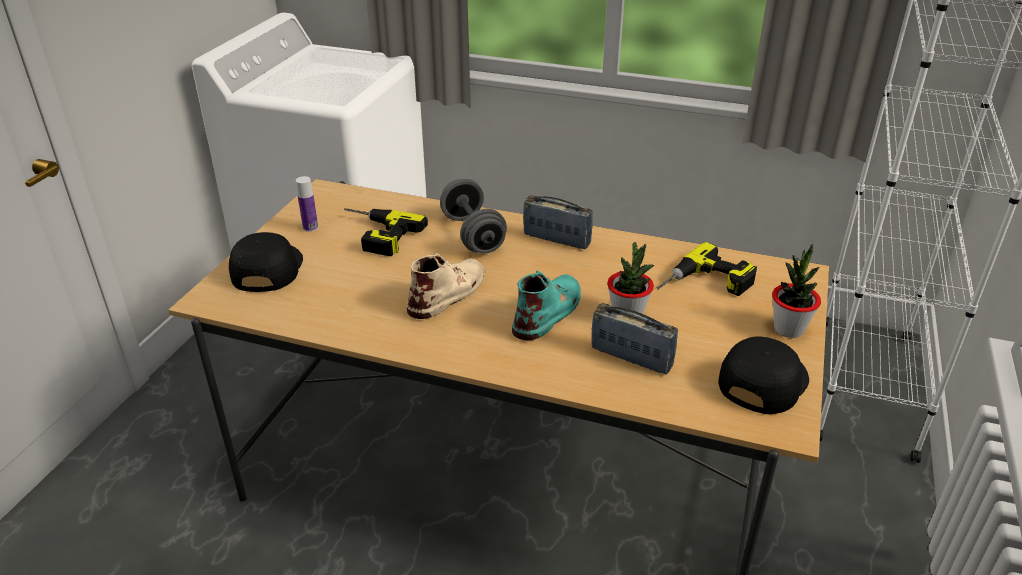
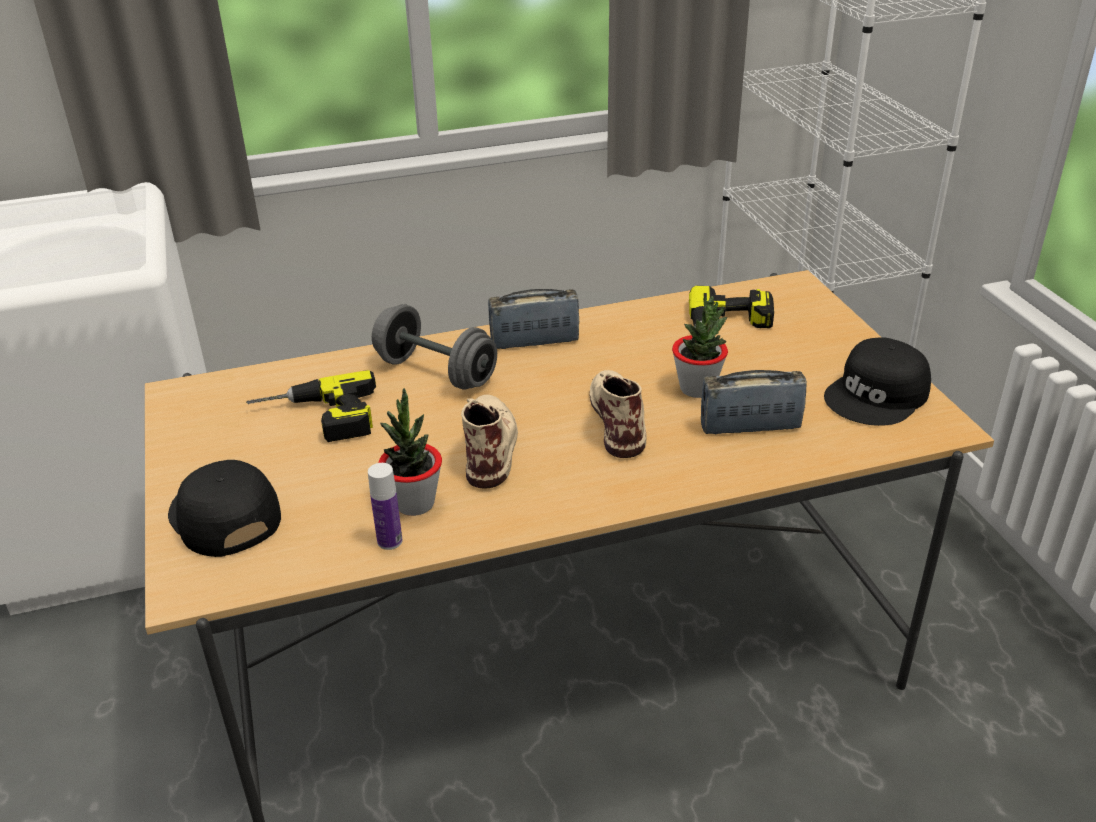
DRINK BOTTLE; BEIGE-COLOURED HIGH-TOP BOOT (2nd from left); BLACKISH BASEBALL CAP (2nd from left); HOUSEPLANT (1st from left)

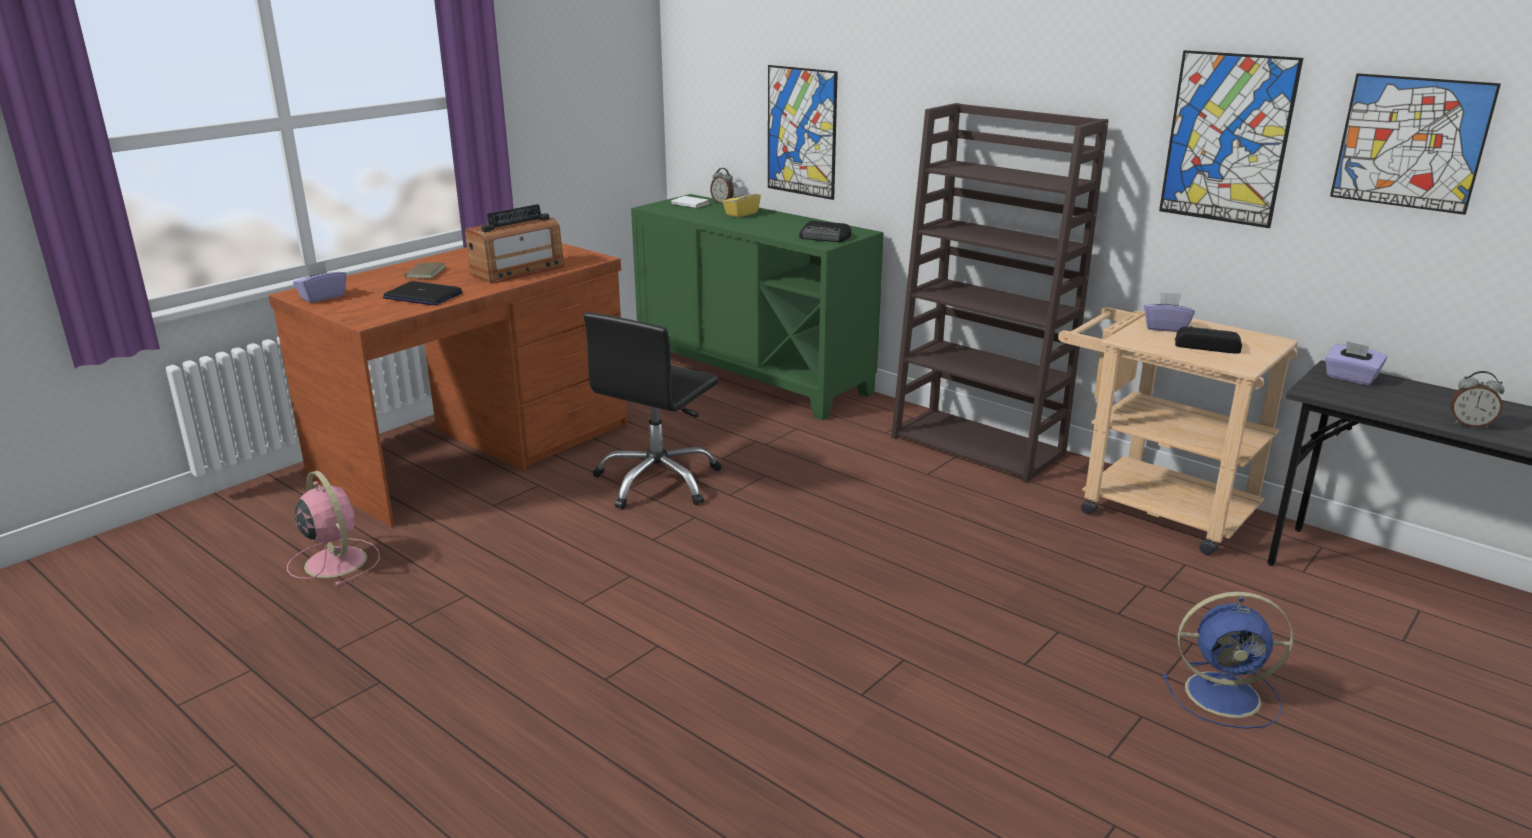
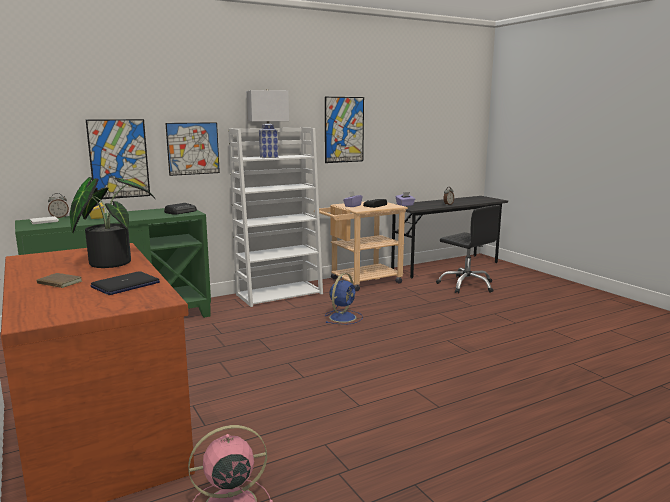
PURPLE-COLOURED BOX OF TISSUES (1st from left in the first image); HOUSEPLANT; BLACKISH OFFICE CHAIR; WHITE-COLOURED BOOKCASE; BLUE-COLOURED ELECTRIC FAN; PICTURE (2nd from left); WHITE-COLOURED TABLETOP LAMP

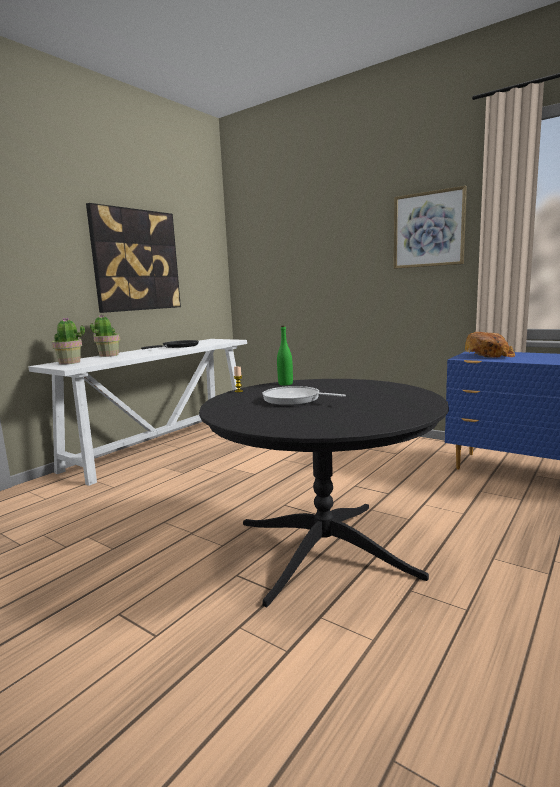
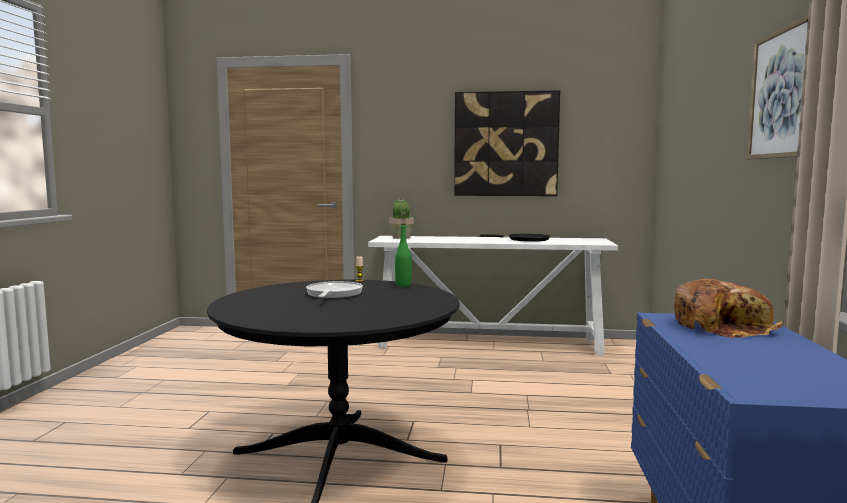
HOUSEPLANT (2nd from left in the first image)

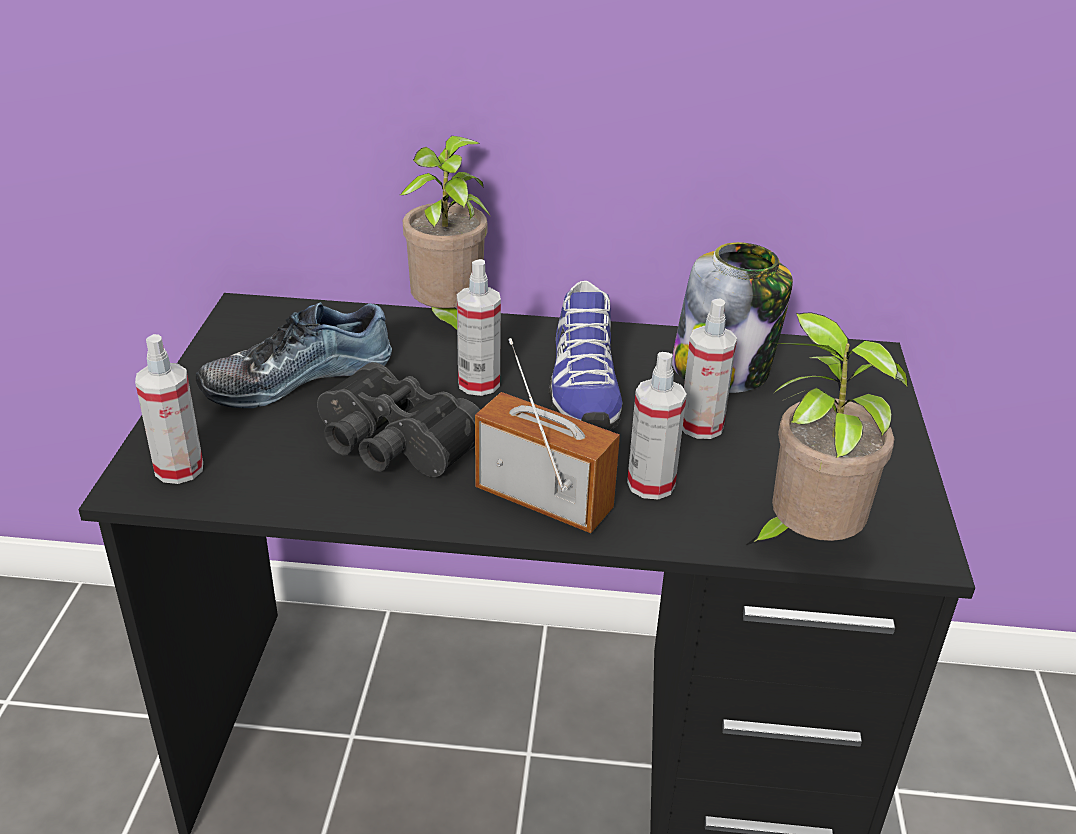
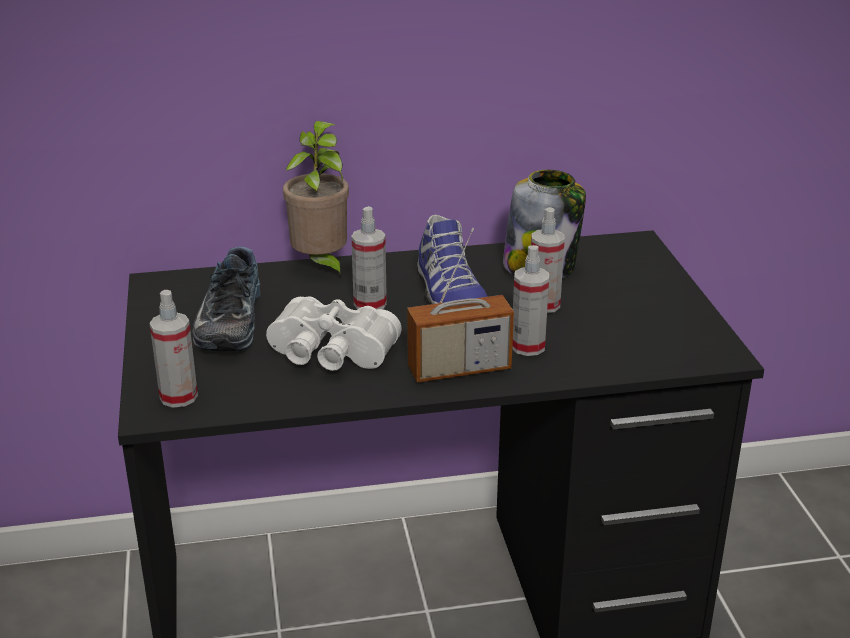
ITEM OF FOOTWEAR (1st from left); WHITE-COLOURED PAIR OF BINOCULARS; RADIO SET; HOUSEPLANT (2nd from left in the first image)

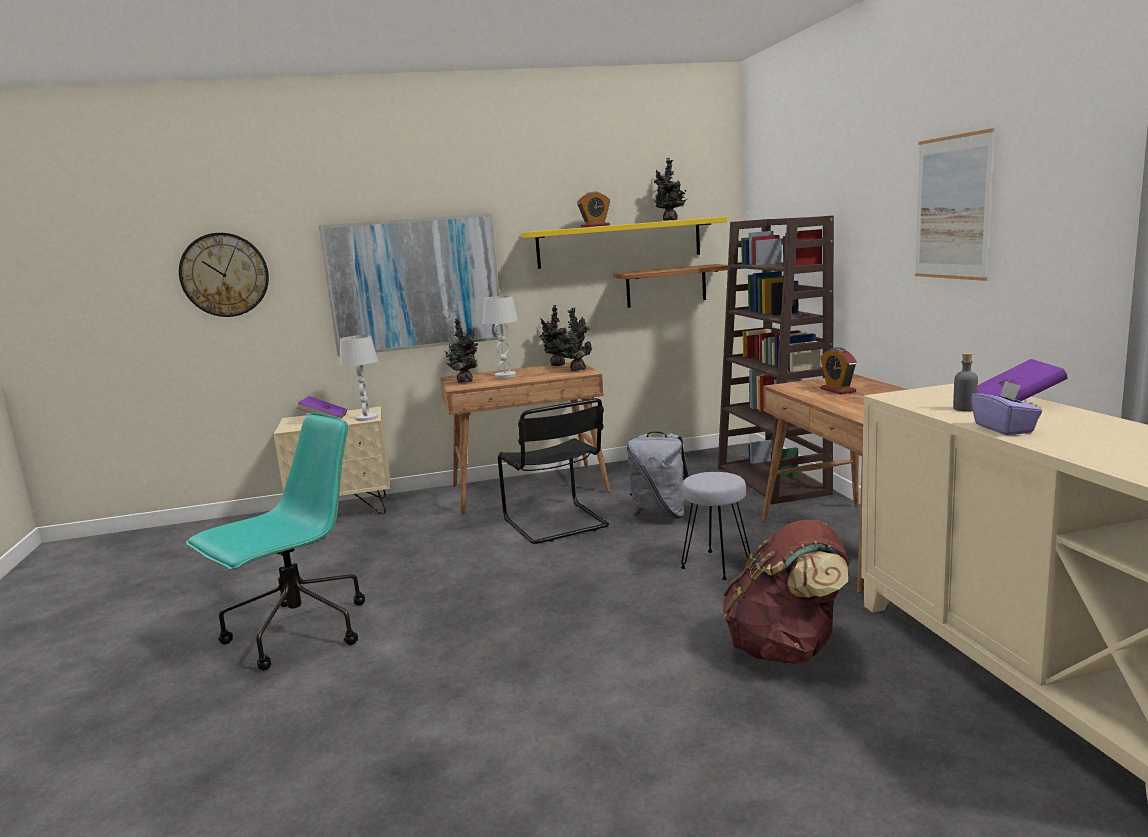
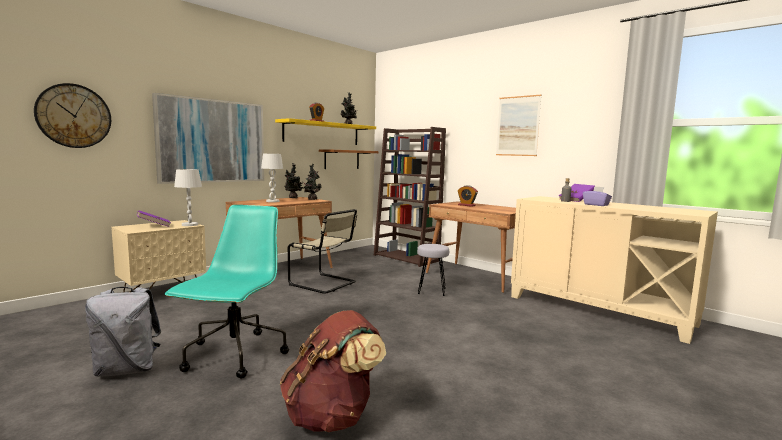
HOUSEPLANT (1st from left in the first image); BEIGE-COLOURED UPRIGHT CHAIR; GRAY KNAPSACK; BROWN KNAPSACK

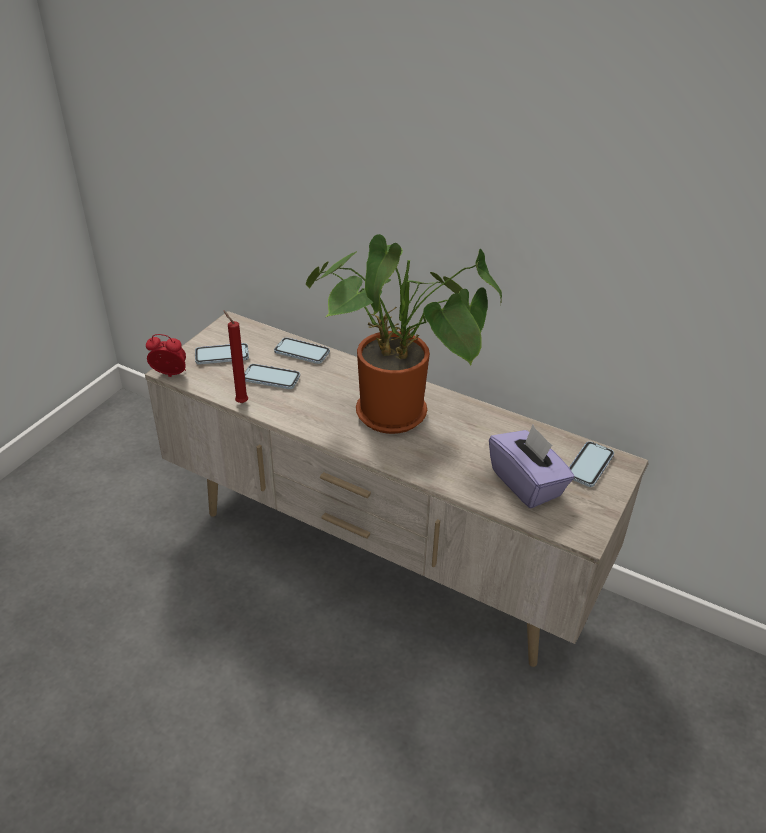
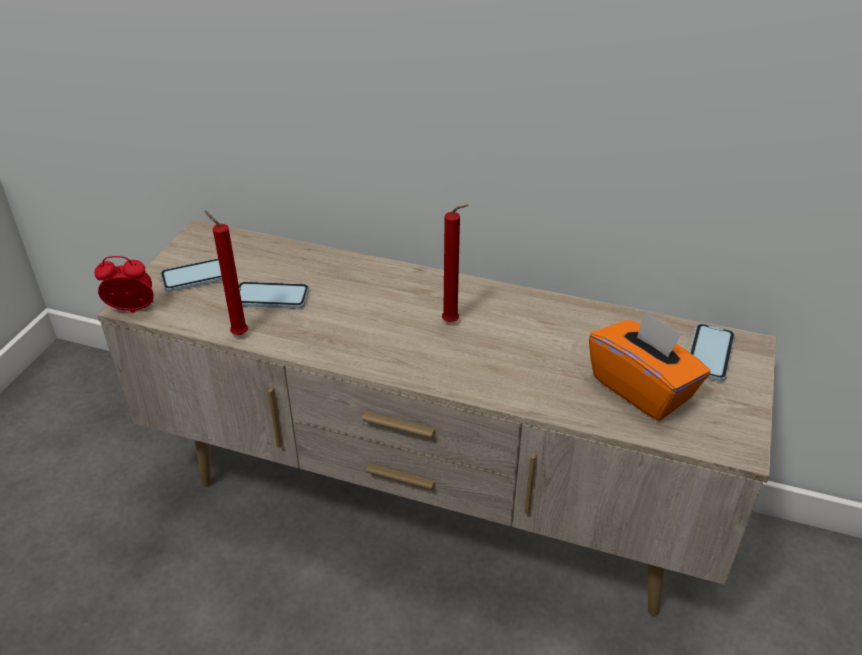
TELEPHONE (3rd from left in the first image); RED WAX LIGHT (2nd from left); ORANGEY BOX OF TISSUES

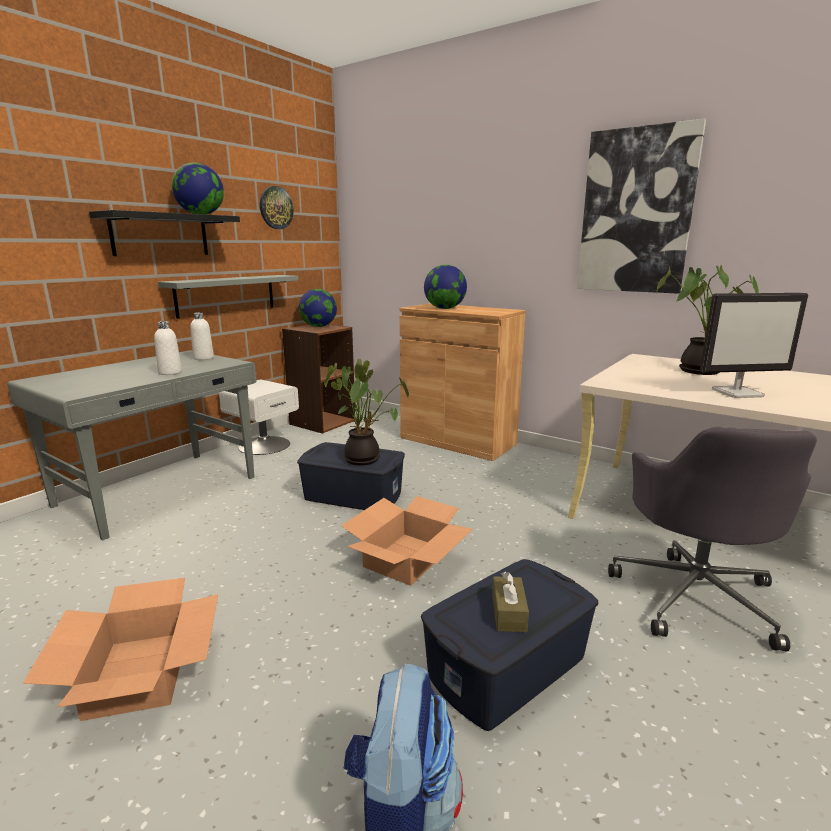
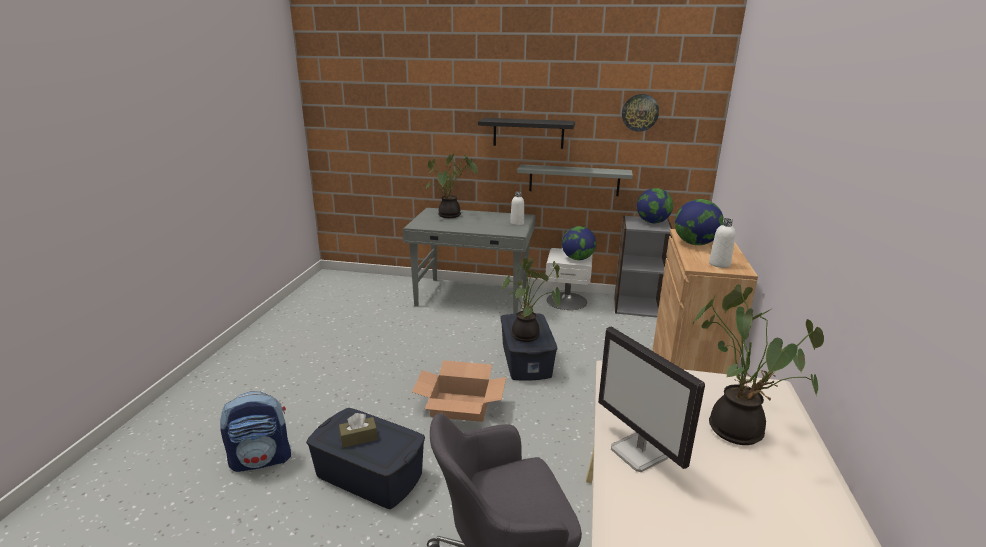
CARDBOARD BOX (1st from left in the first image); WHITE-COLOURED DRINK BOTTLE (2nd from left); GLOBE (1st from left); GRAY BOOKCASE; PICTURE; HOUSEPLANT (1st from left)

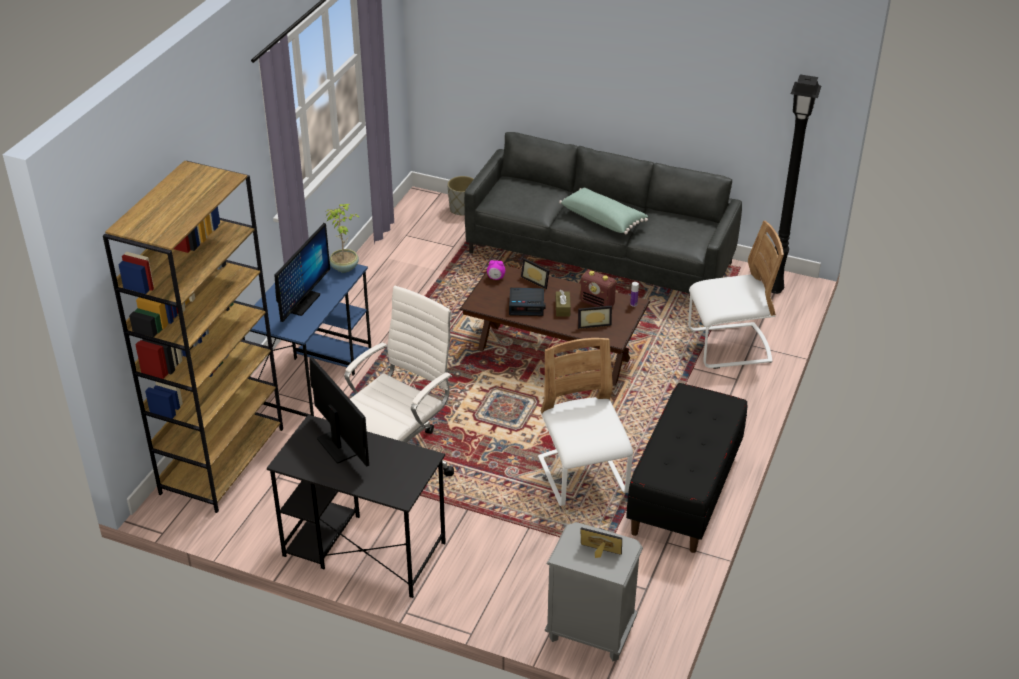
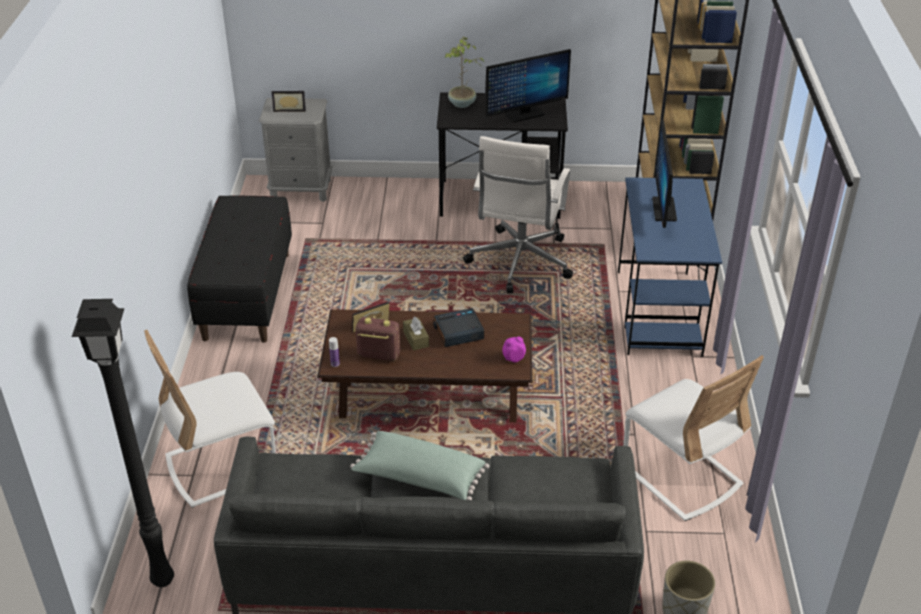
MONITOR (1st from left); HOUSEPLANT; PICTURE FRAME (1st from left in the first image); WHITE-COLOURED UPRIGHT CHAIR (2nd from left)

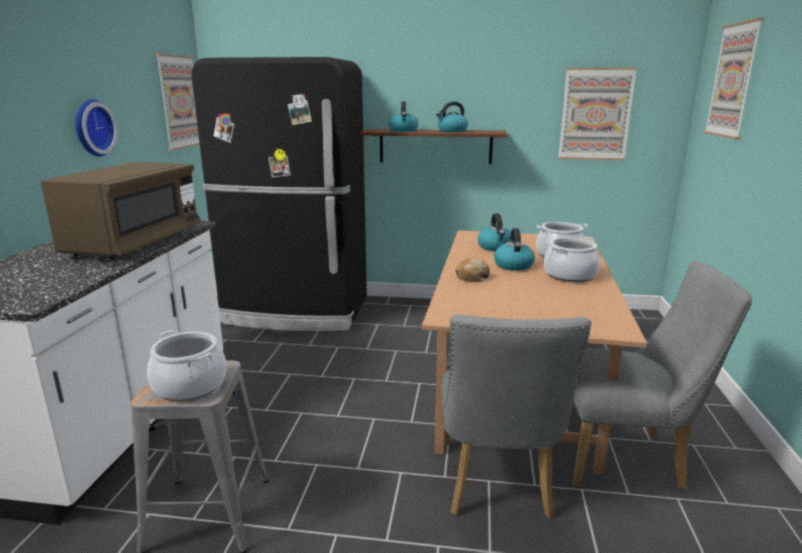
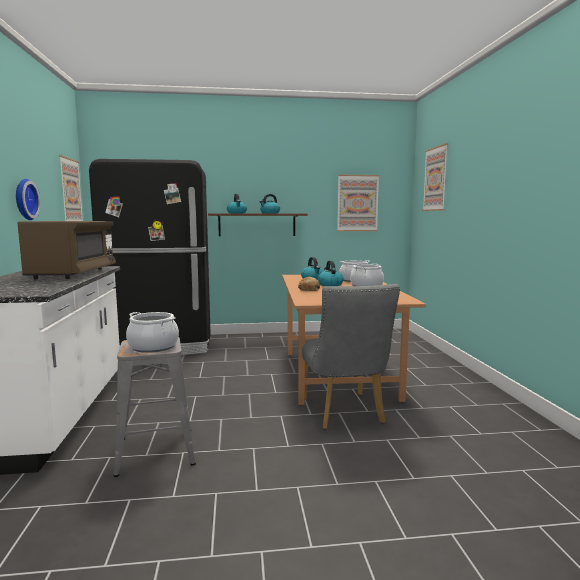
GRAY UPRIGHT CHAIR (2nd from left in the first image)

